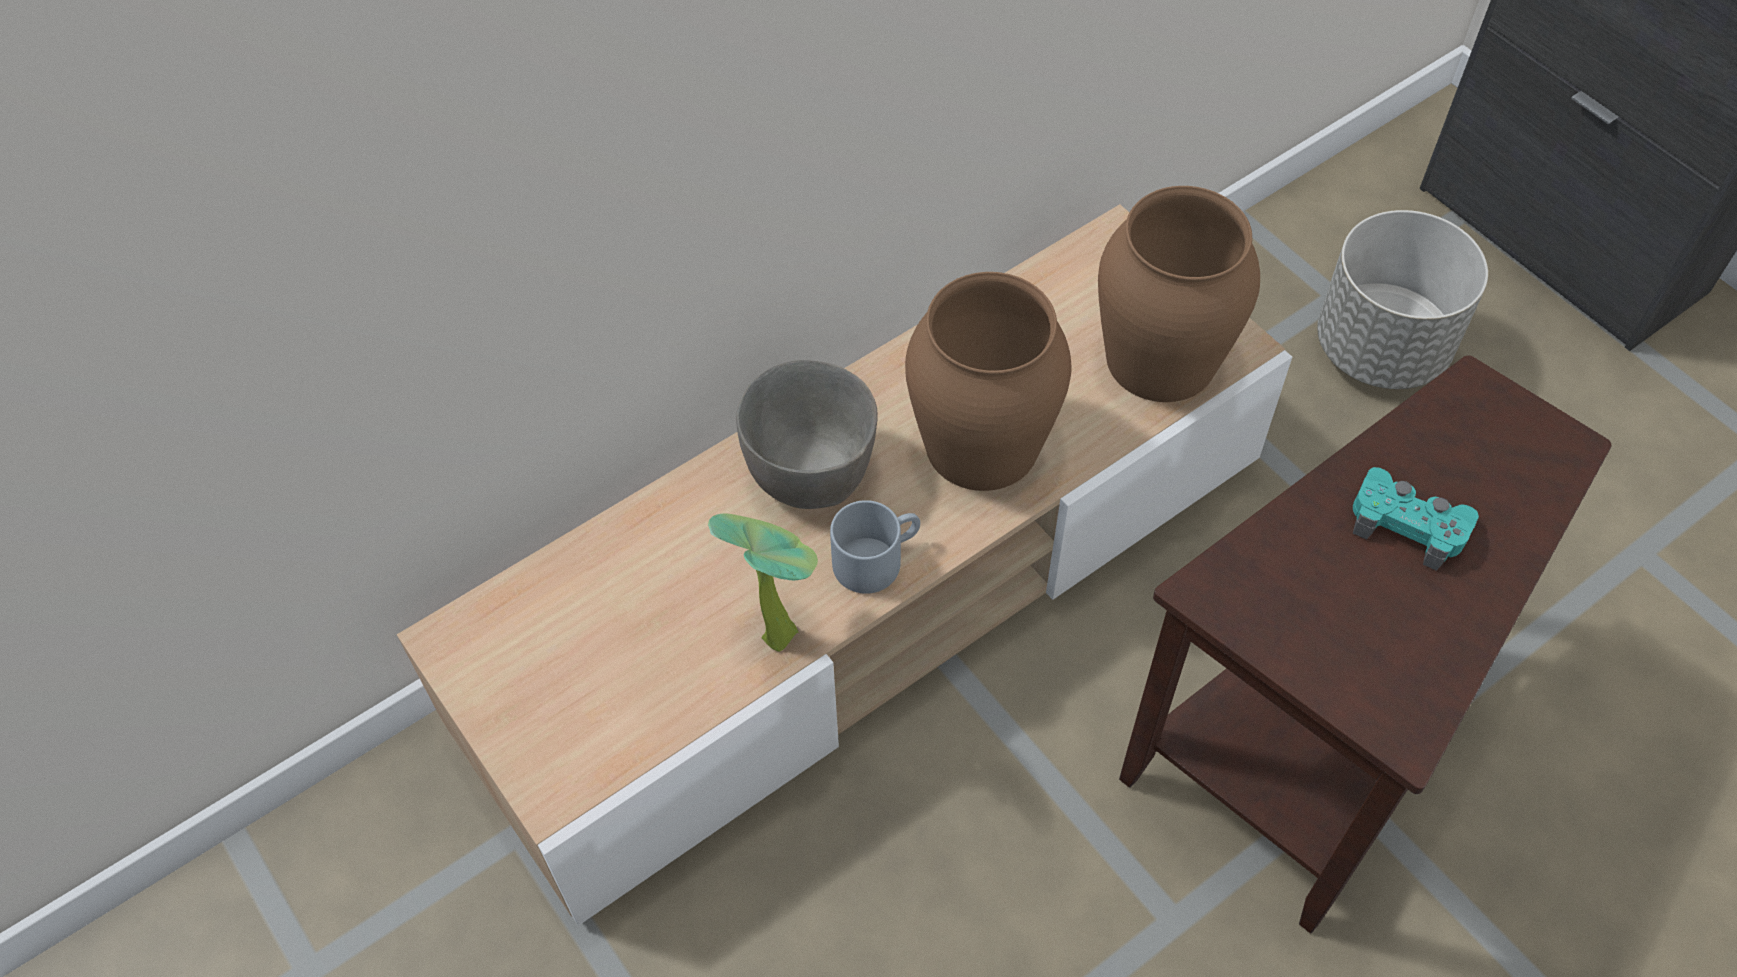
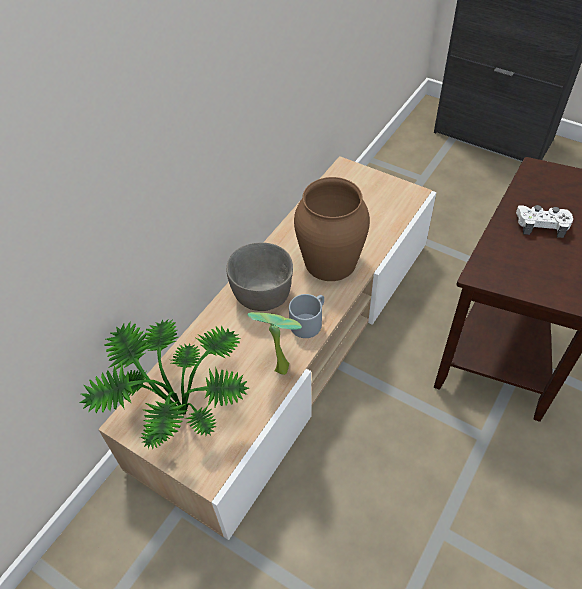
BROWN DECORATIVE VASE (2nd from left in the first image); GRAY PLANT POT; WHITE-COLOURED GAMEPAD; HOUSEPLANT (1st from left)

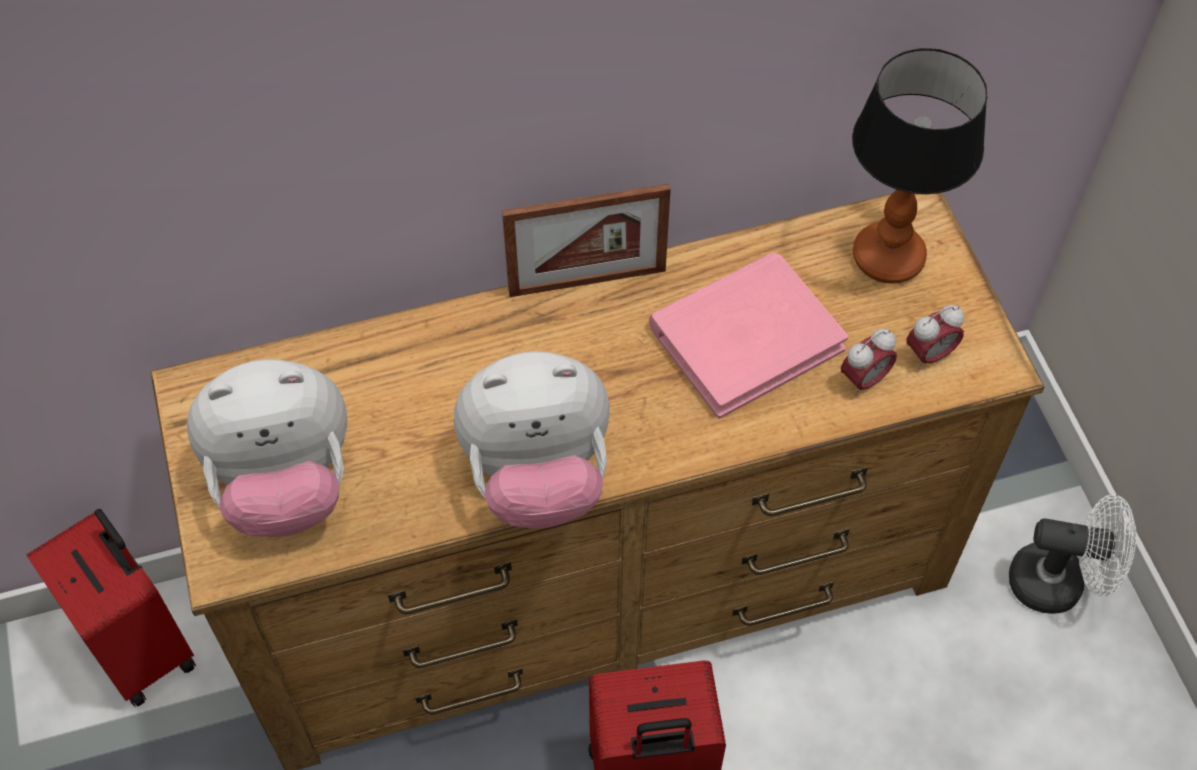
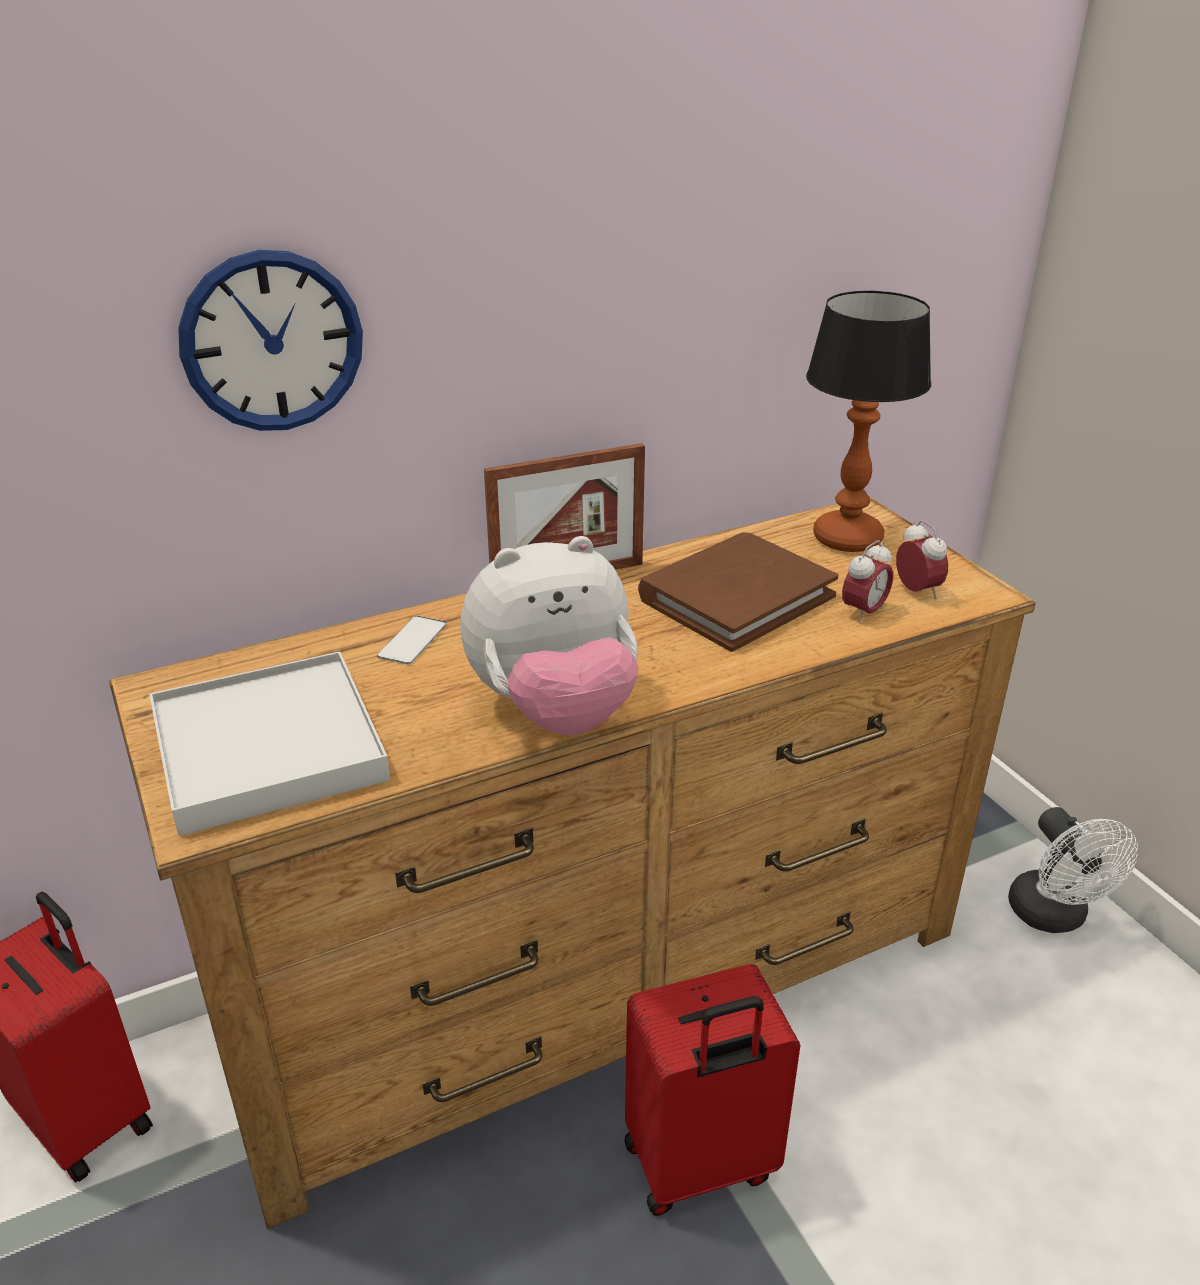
WHITE-COLOURED SERVING TRAY; BROWN VOLUME; BEDSIDE CLOCK (2nd from left); WHITE-COLOURED ELECTRIC FAN; WALL CLOCK; TELEPHONE

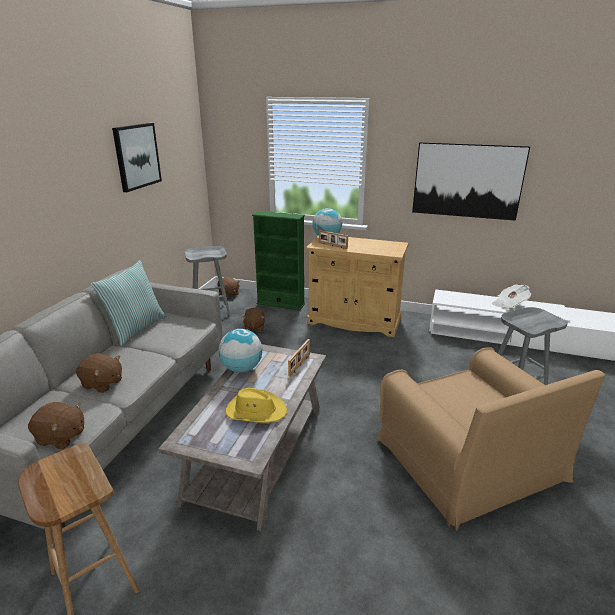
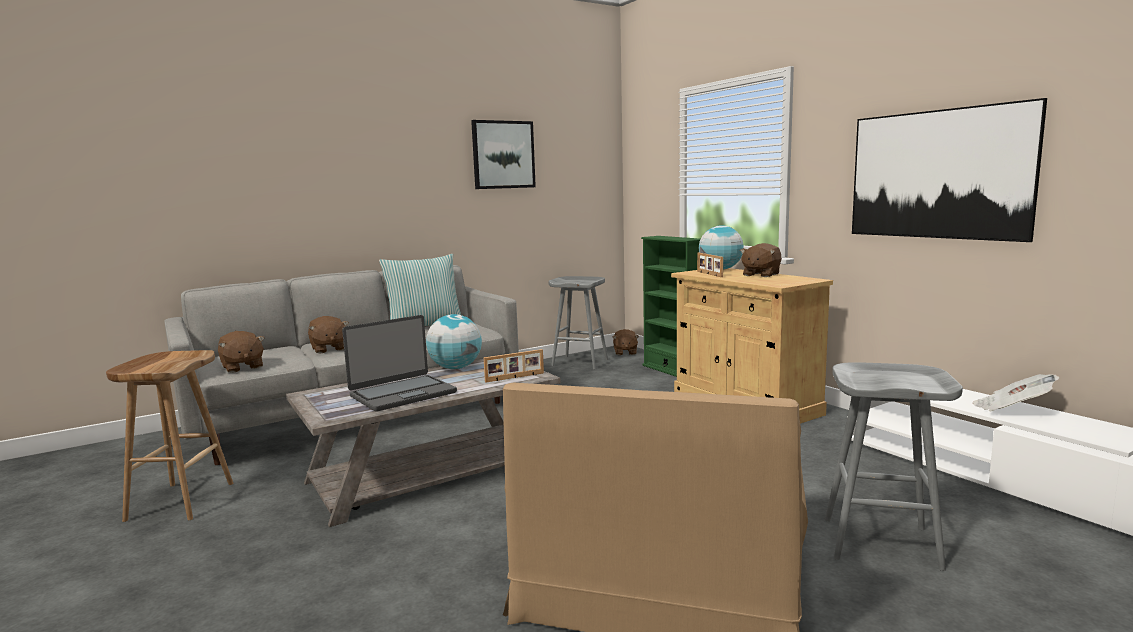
LAPTOP; BROWN CUDDLY TOY (4th from left)

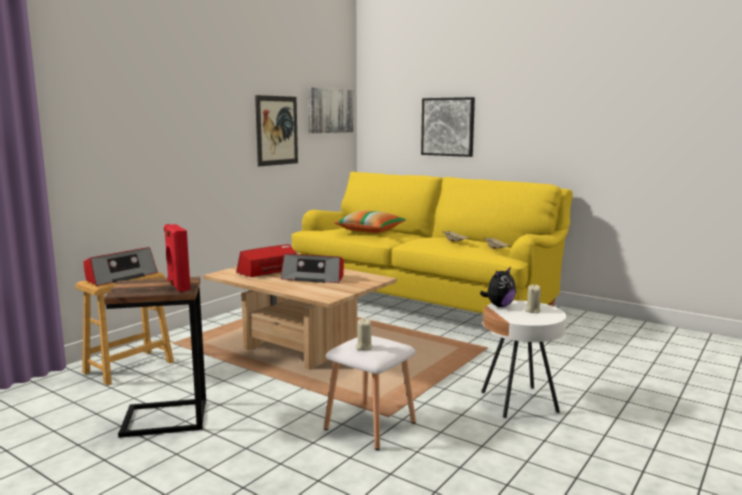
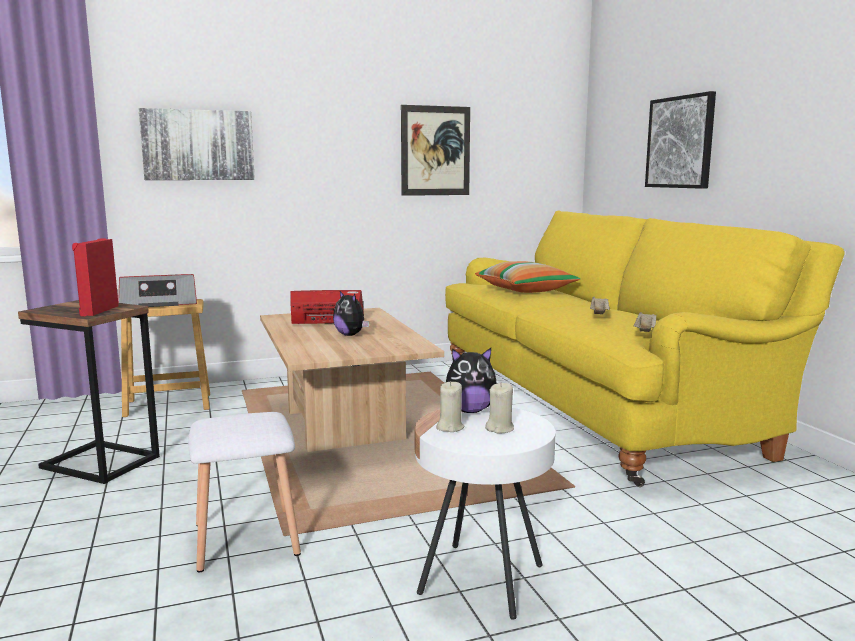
CUDDLY TOY (1st from left); PICTURE (1st from left); BEIGE-COLOURED WAX LIGHT (1st from left)

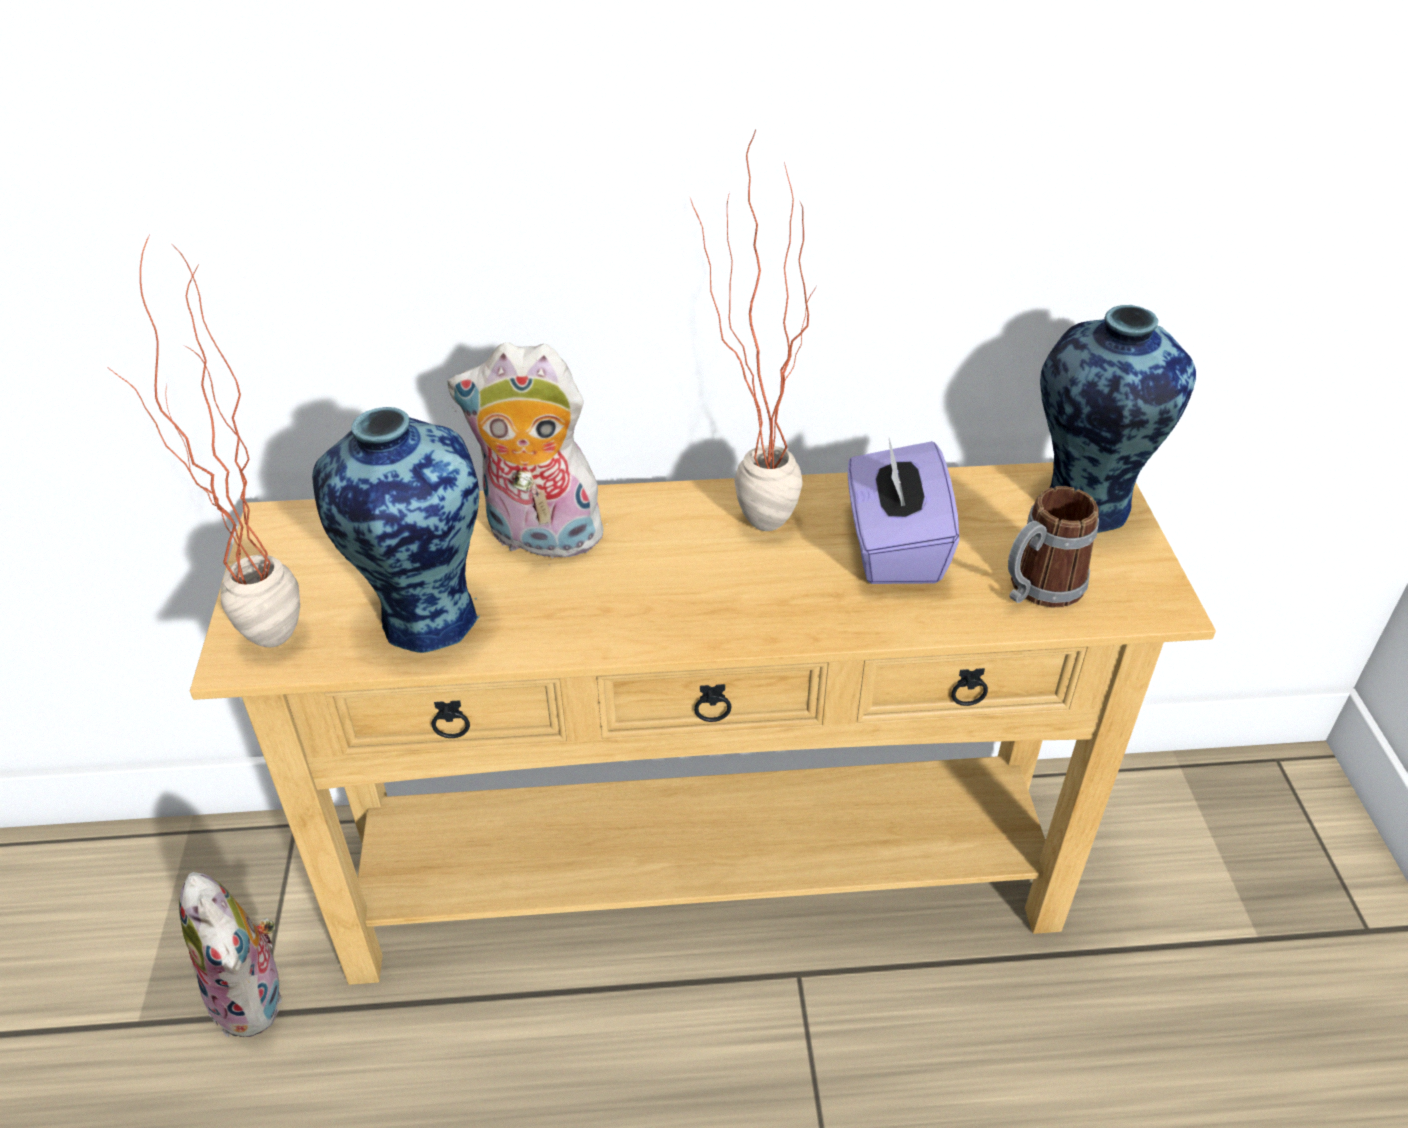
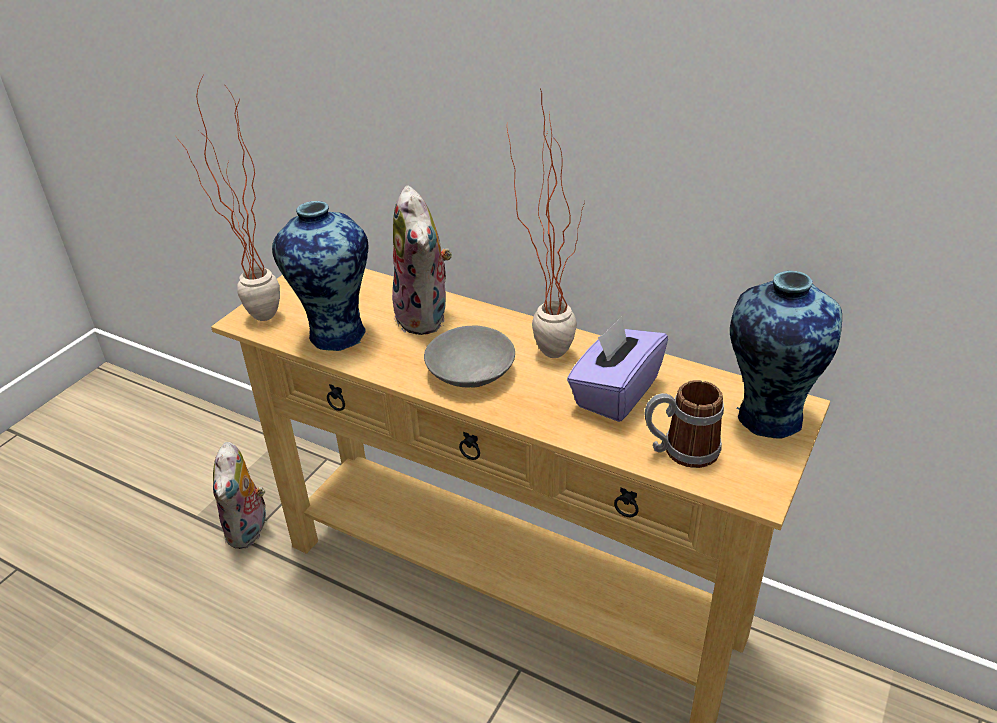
CUDDLY TOY (2nd from left); GRAY BOWL

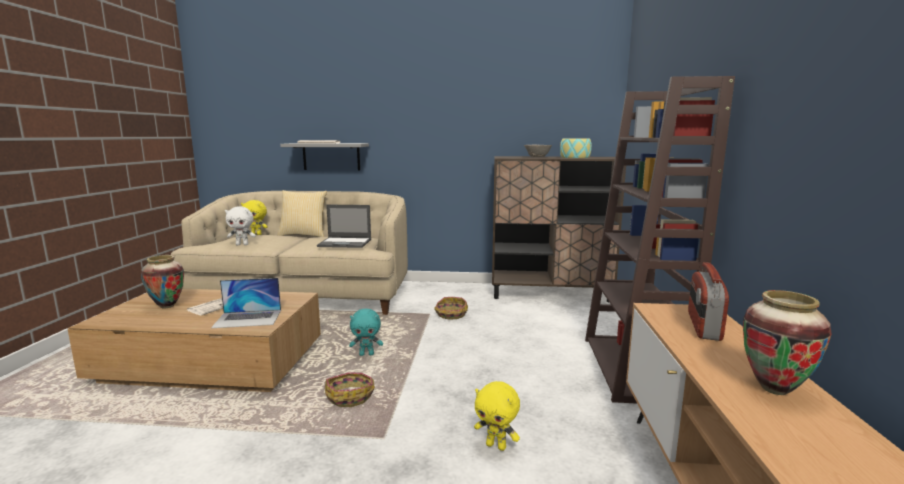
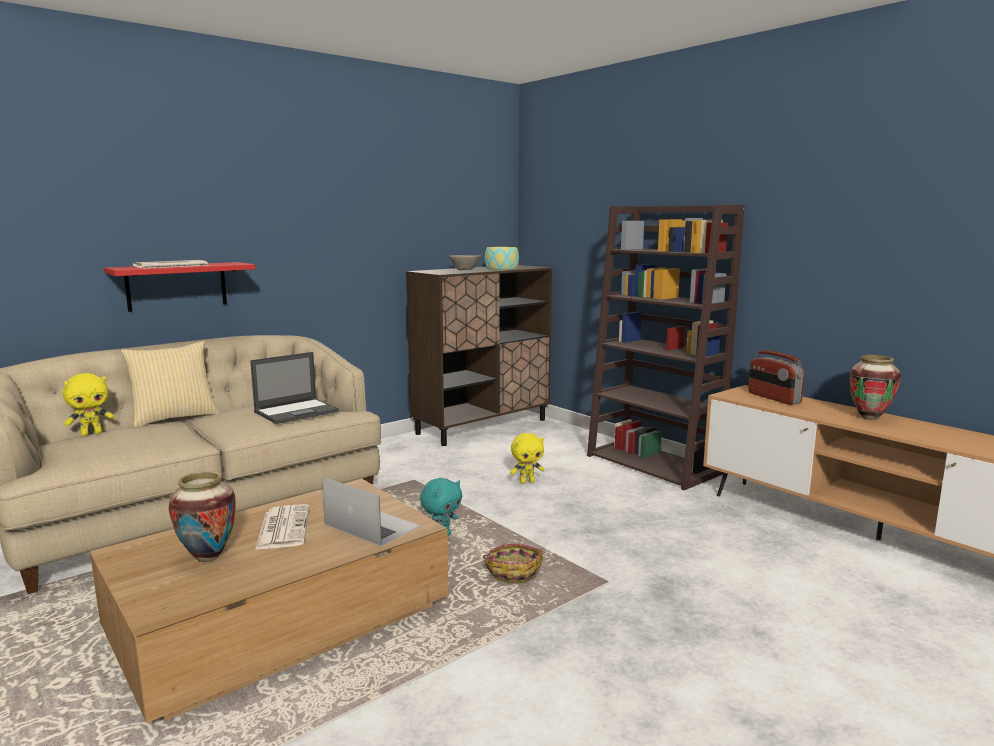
LAPTOP (2nd from left); WHITE-COLOURED CUDDLY TOY; RED WALL SHELF; STORAGE BASKET (2nd from left in the first image); YELLOWISH CUDDLY TOY (2nd from left)

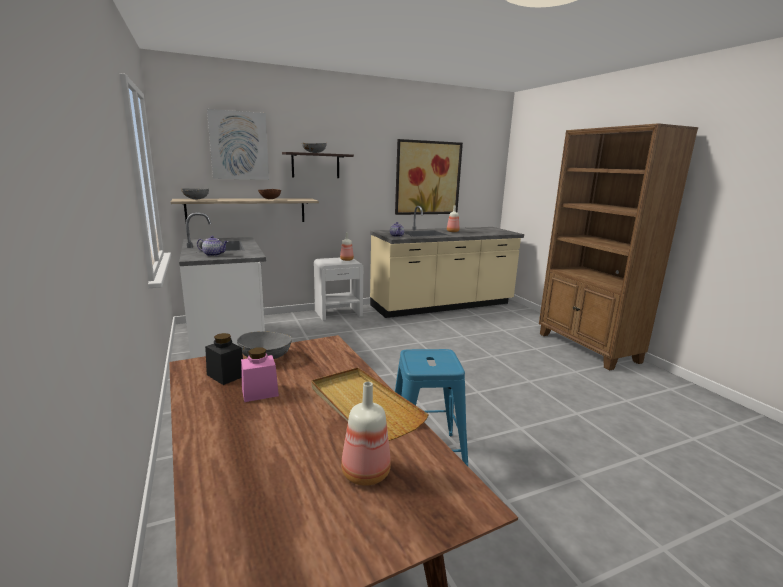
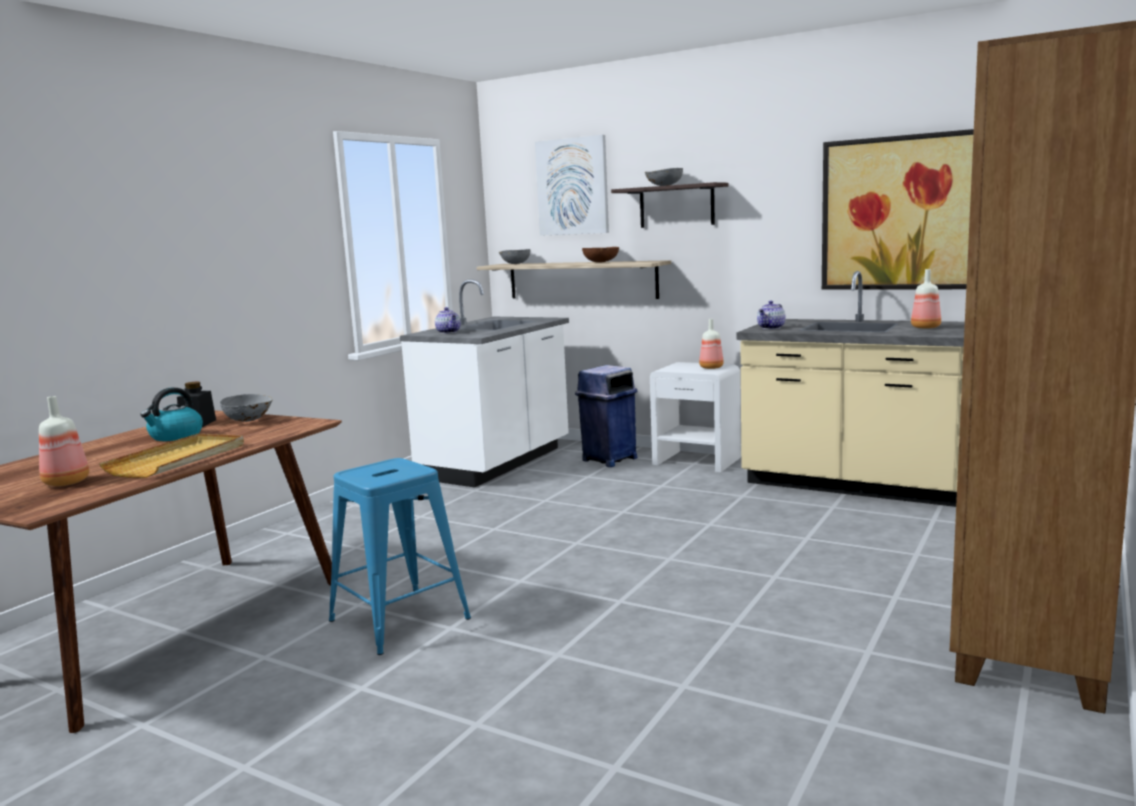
KETTLE; BLUE-COLOURED WASTE BIN

